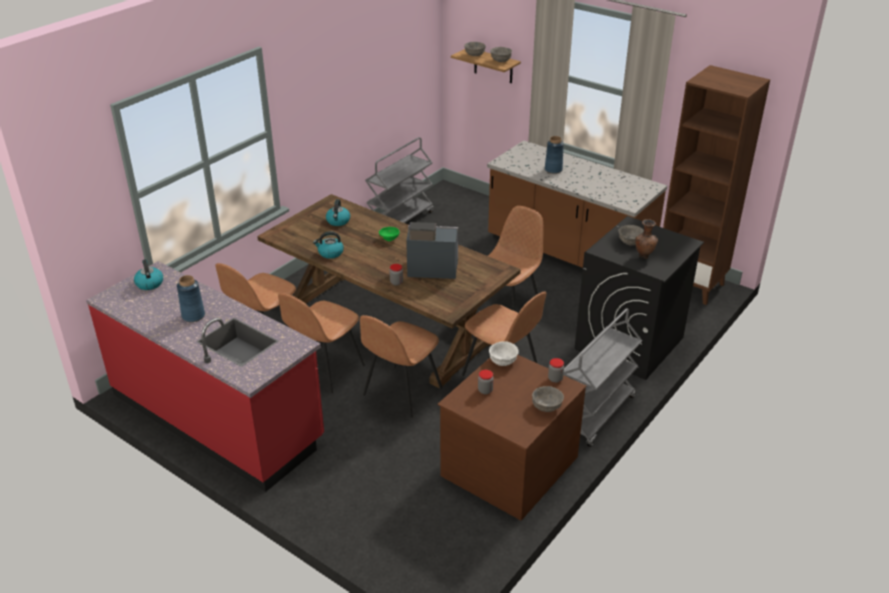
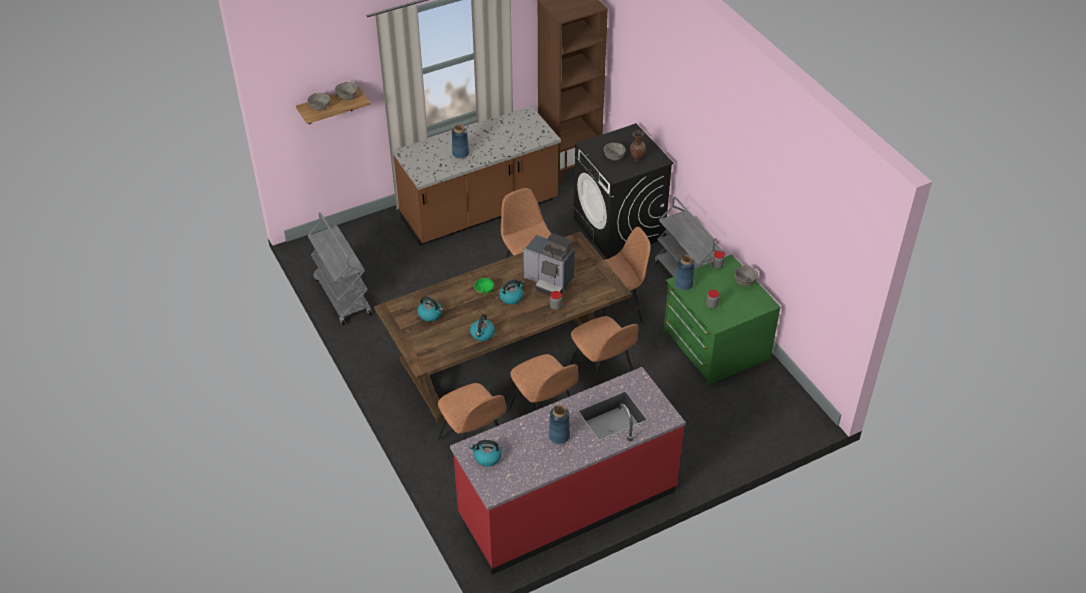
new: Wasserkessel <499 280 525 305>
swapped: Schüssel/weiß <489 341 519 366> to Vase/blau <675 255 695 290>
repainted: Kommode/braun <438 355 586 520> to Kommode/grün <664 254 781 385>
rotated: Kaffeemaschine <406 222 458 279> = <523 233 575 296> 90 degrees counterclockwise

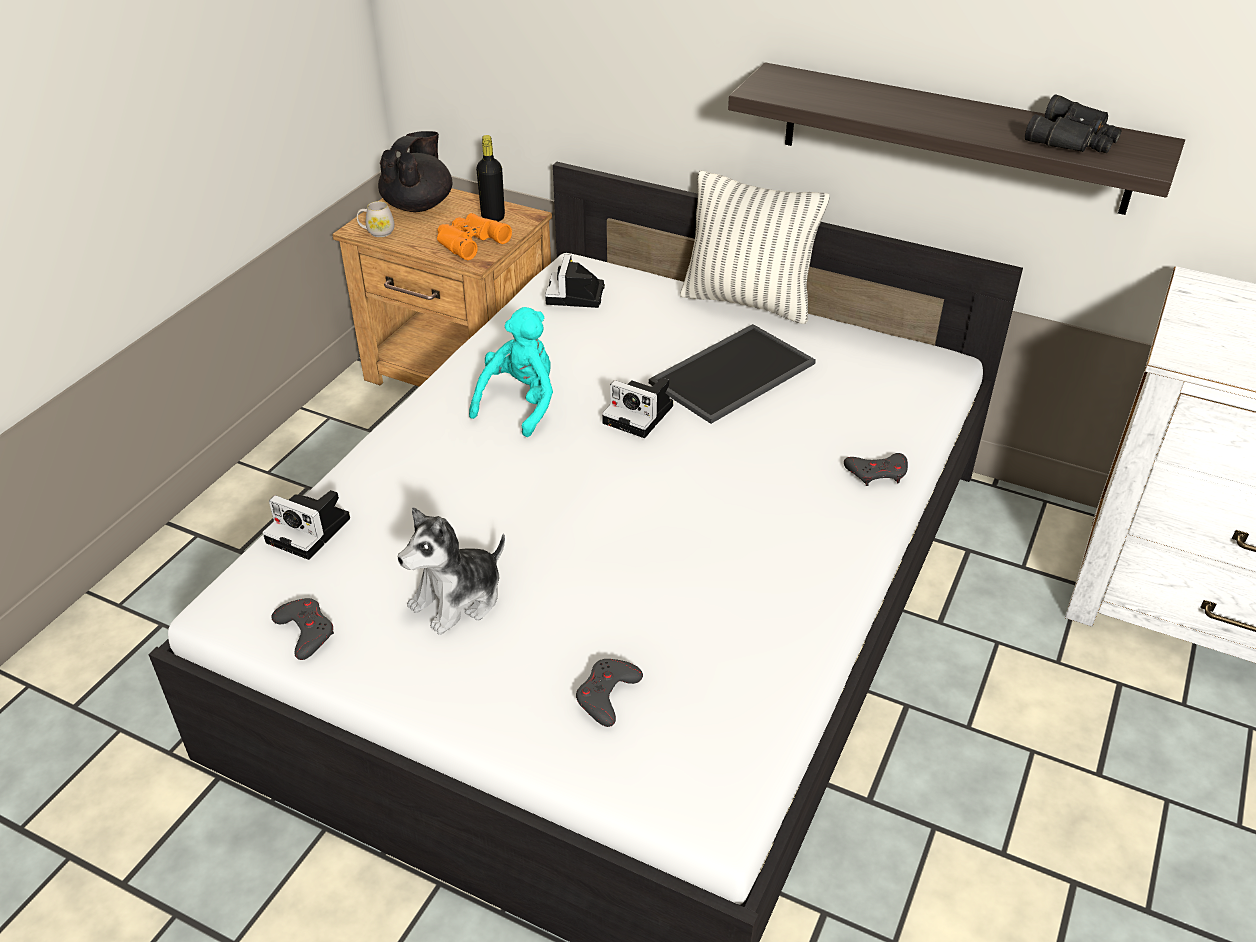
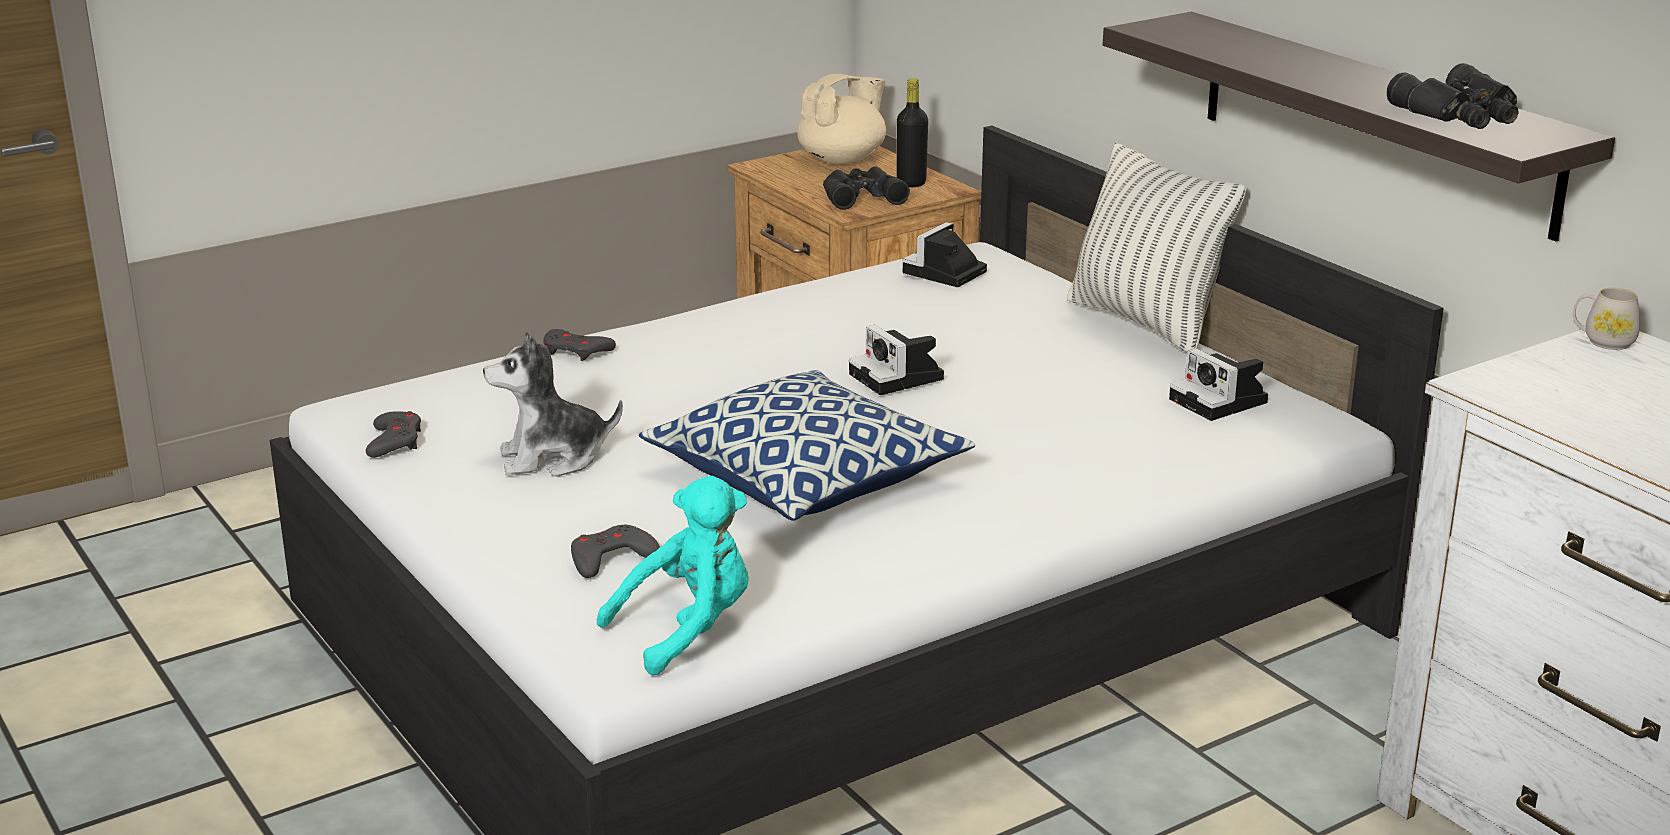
gone: Tablett <649 324 816 424>
new: Kissen <639 370 975 521>
shifted: Henkelbecher/weiß <357 201 395 237> to <1573 288 1640 350>; Plüschtier/türkis <469 307 553 437> to <597 476 749 676>; Gamepad/grau <844 453 908 486> to <543 329 616 361>; Kamera <263 490 350 560> to <1169 348 1268 421>
repainted: Teekanne/schwarz <378 131 452 212> to Teekanne/beige <797 74 886 164>; Fernglas/orange <437 213 512 260> to Fernglas/schwarz <823 166 910 210>

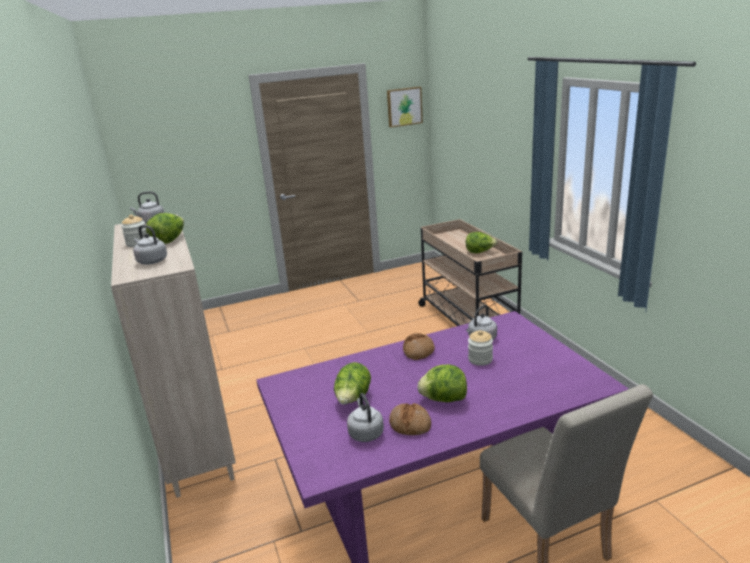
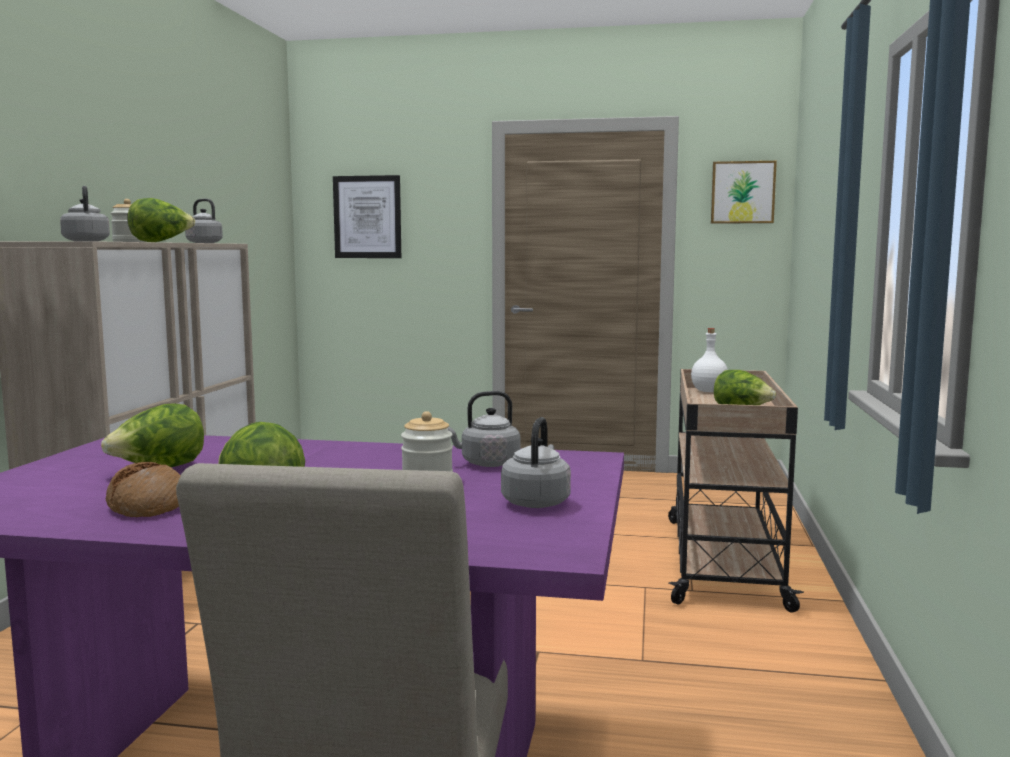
gone: Brot <403 333 435 360>
new: Bild <333 175 401 258>; Flasche/weiß <691 328 728 392>
shifted: Wasserkessel/grau <347 393 384 442> to <501 417 571 508>

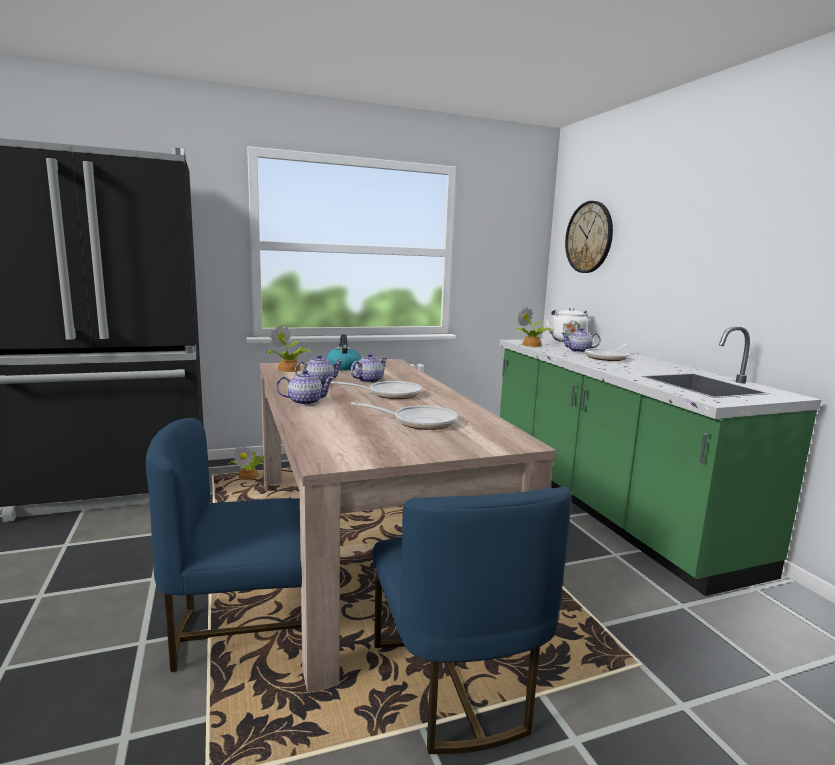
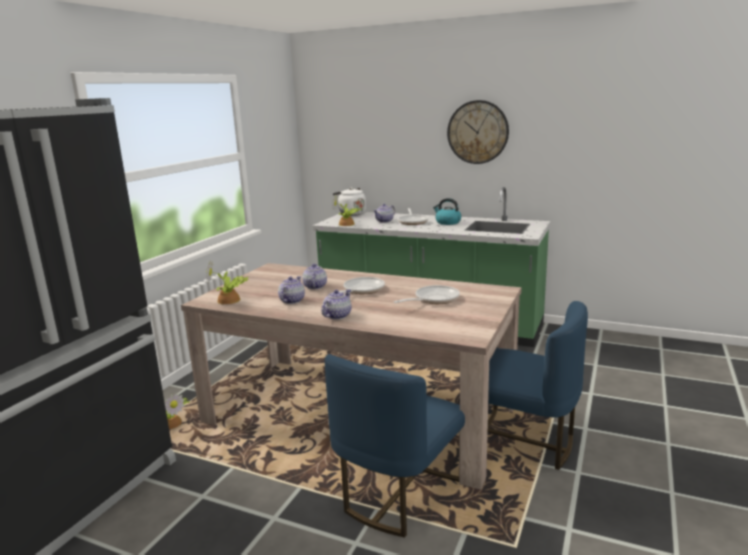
shifted: Wanduhr <565 201 613 273> to <447 100 509 164>; Wasserkessel <326 334 361 371> to <433 198 461 225>

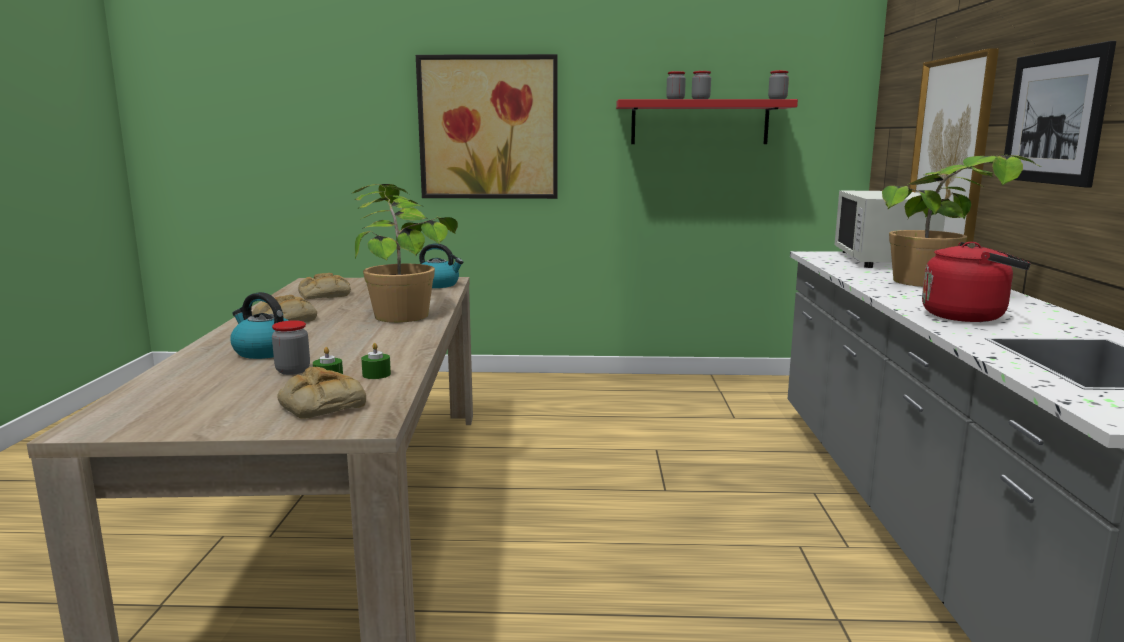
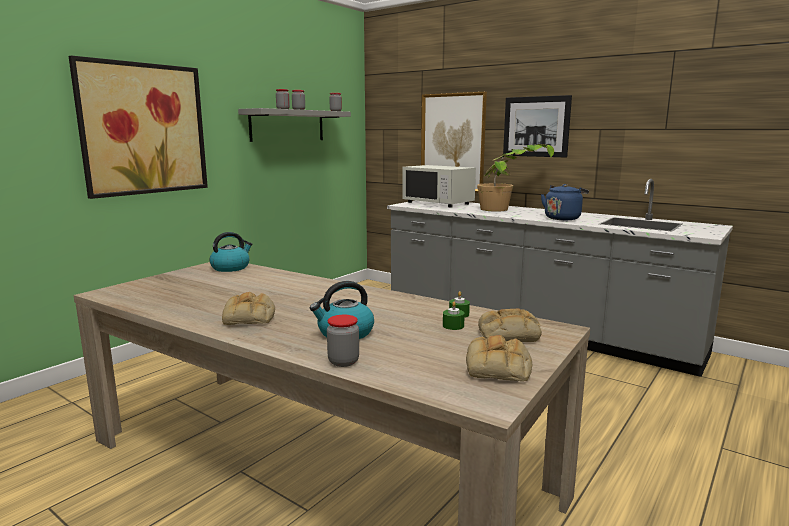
gone: Topfpflanze <351 184 458 323>
shifted: Brot <298 273 351 299> to <466 335 532 381>; Vorratsglas <272 320 310 375> to <327 315 359 367>
repainted: Wandregal/rot <616 99 798 144> to Wandregal/grau <238 108 351 142>; Wasserkessel/rot <922 242 1031 322> to Wasserkessel/blau <541 184 589 220>

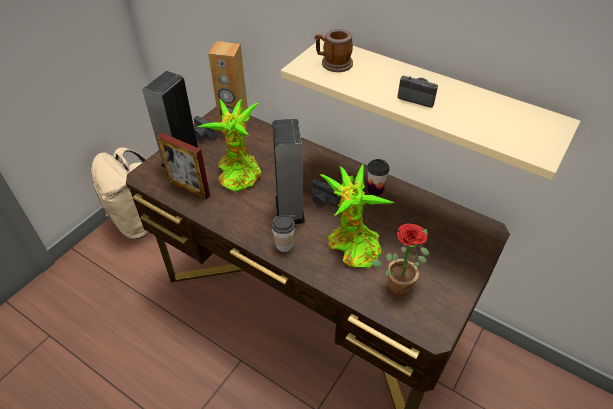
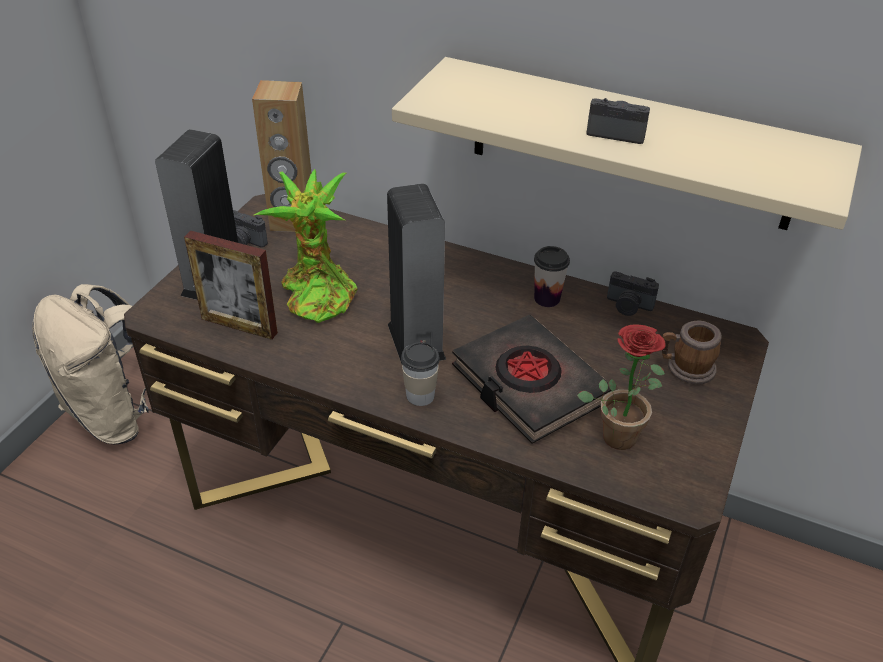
shifted: Henkelbecher <315 29 353 72> to <662 320 722 385>; Kamera <312 179 339 208> to <607 271 659 316>
swapped: Topfpflanze <319 164 395 268> to Buch/schwarz <452 315 612 444>

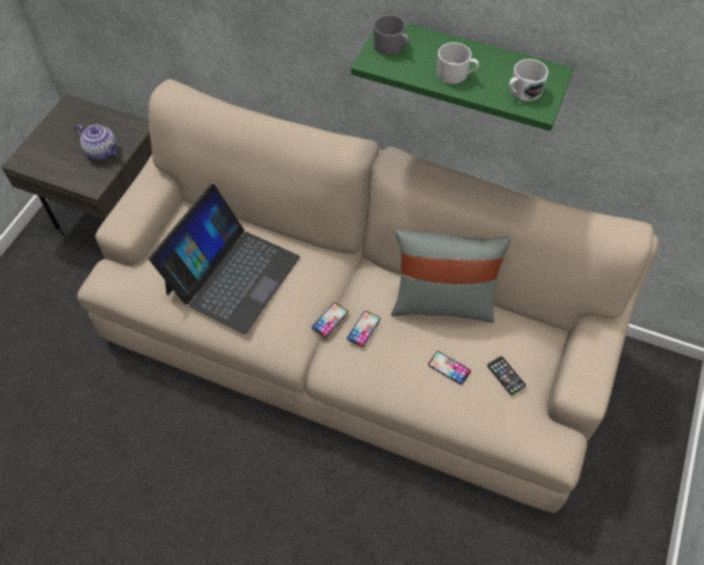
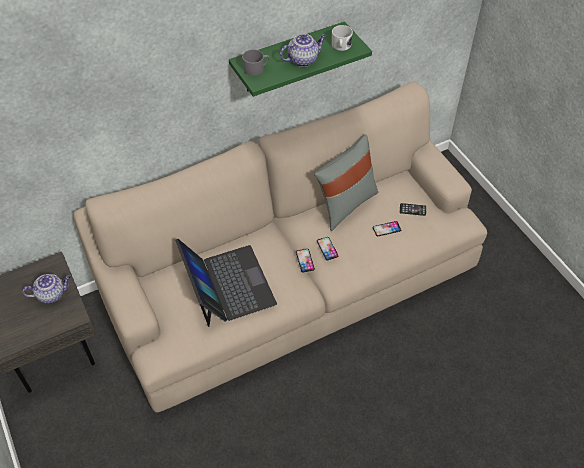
swapped: Henkelbecher/weiß <437 42 479 84> to Teekanne <280 34 327 67>

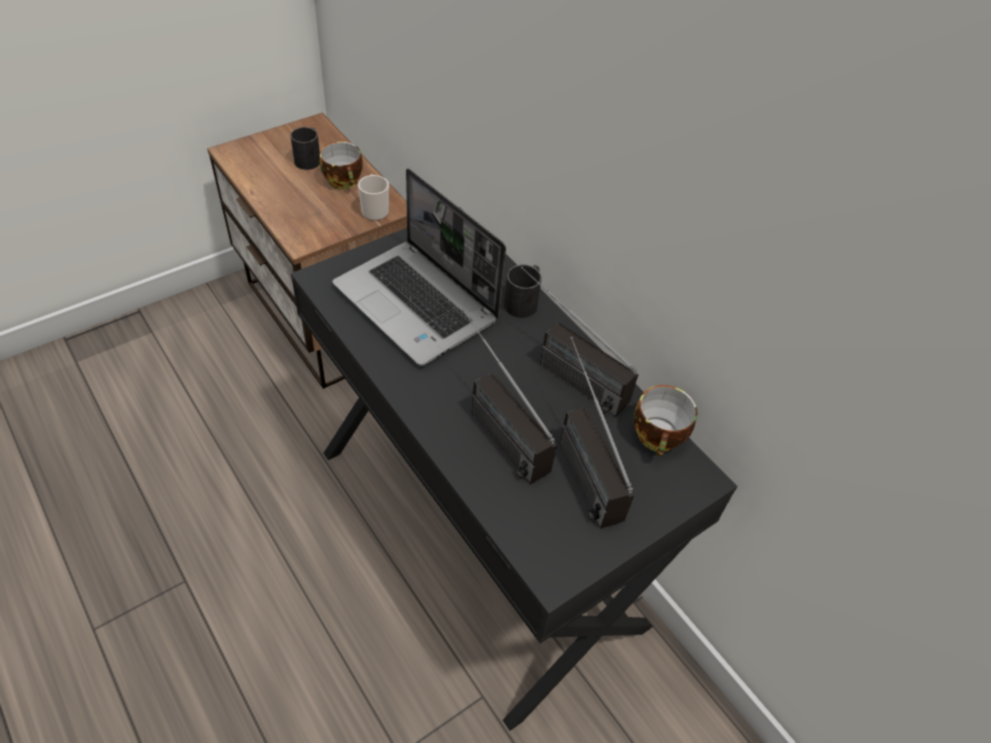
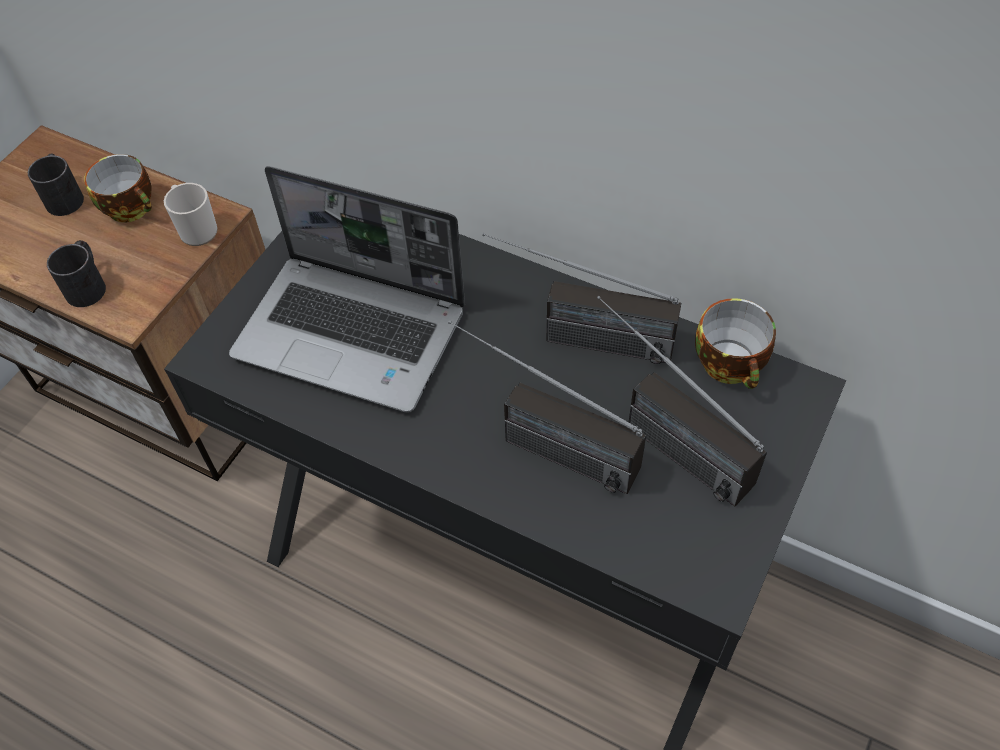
shifted: Henkelbecher/schwarz <504 265 542 318> to <47 240 106 307>

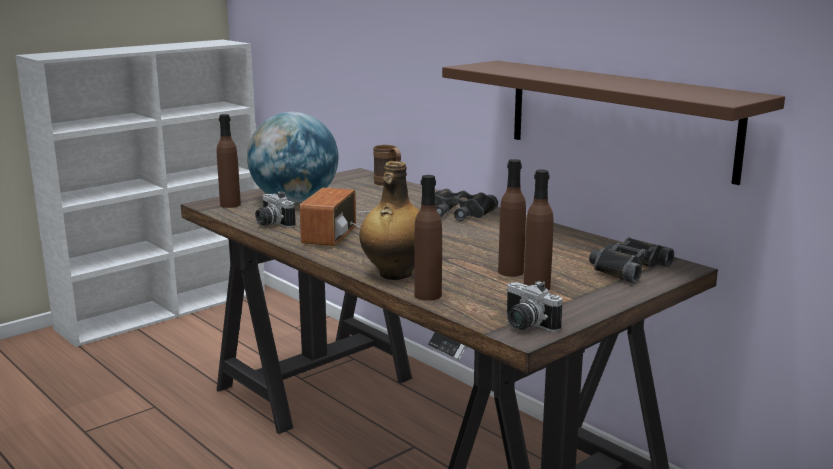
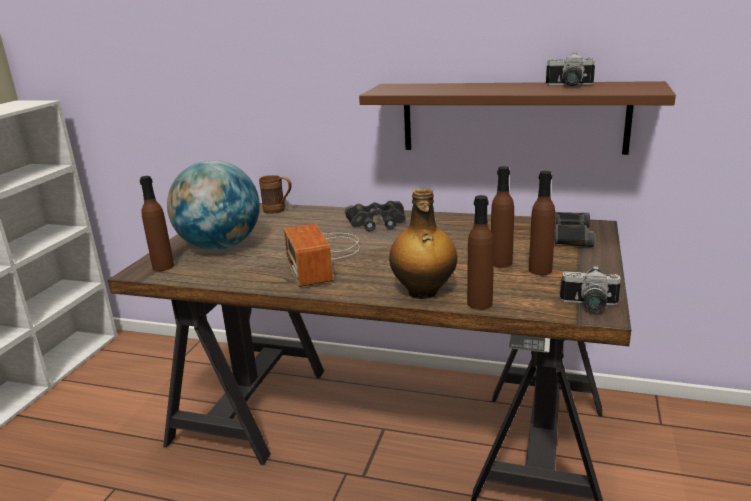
shifted: Kamera <255 191 296 228> to <546 52 595 86>

